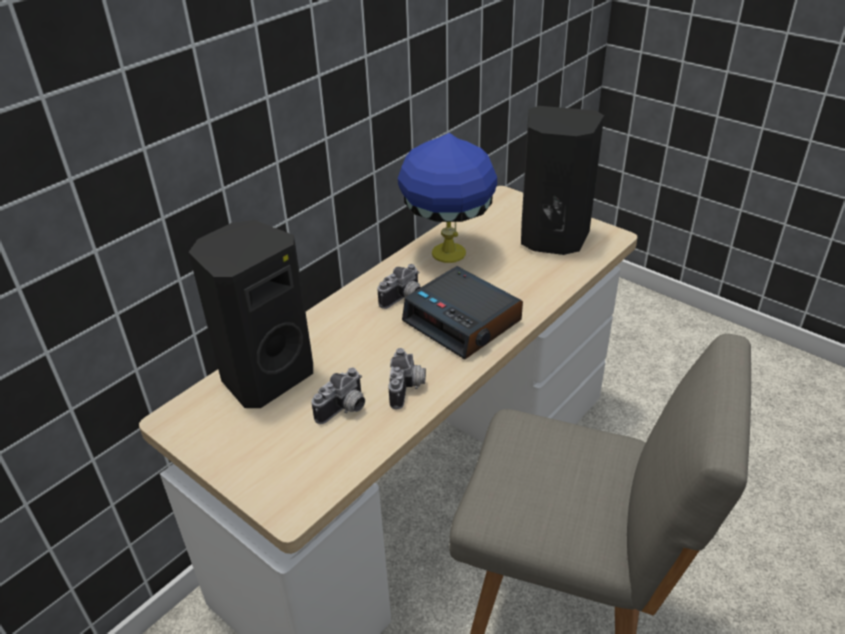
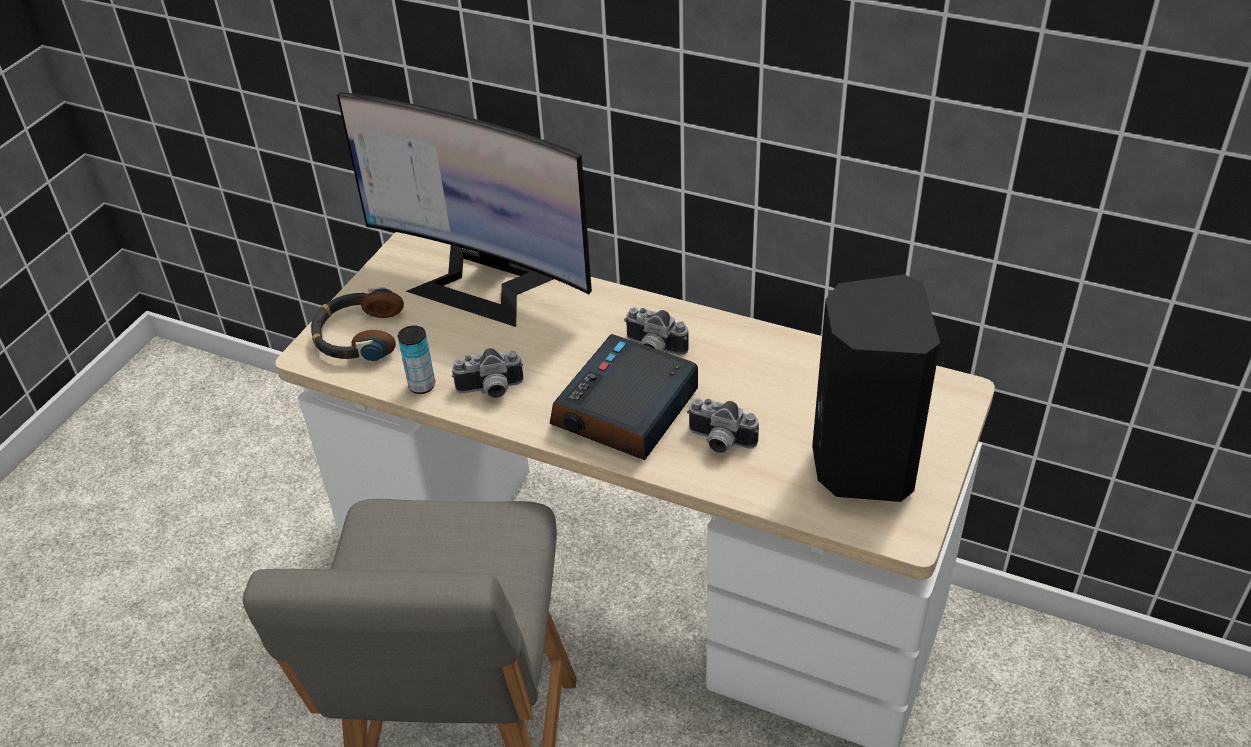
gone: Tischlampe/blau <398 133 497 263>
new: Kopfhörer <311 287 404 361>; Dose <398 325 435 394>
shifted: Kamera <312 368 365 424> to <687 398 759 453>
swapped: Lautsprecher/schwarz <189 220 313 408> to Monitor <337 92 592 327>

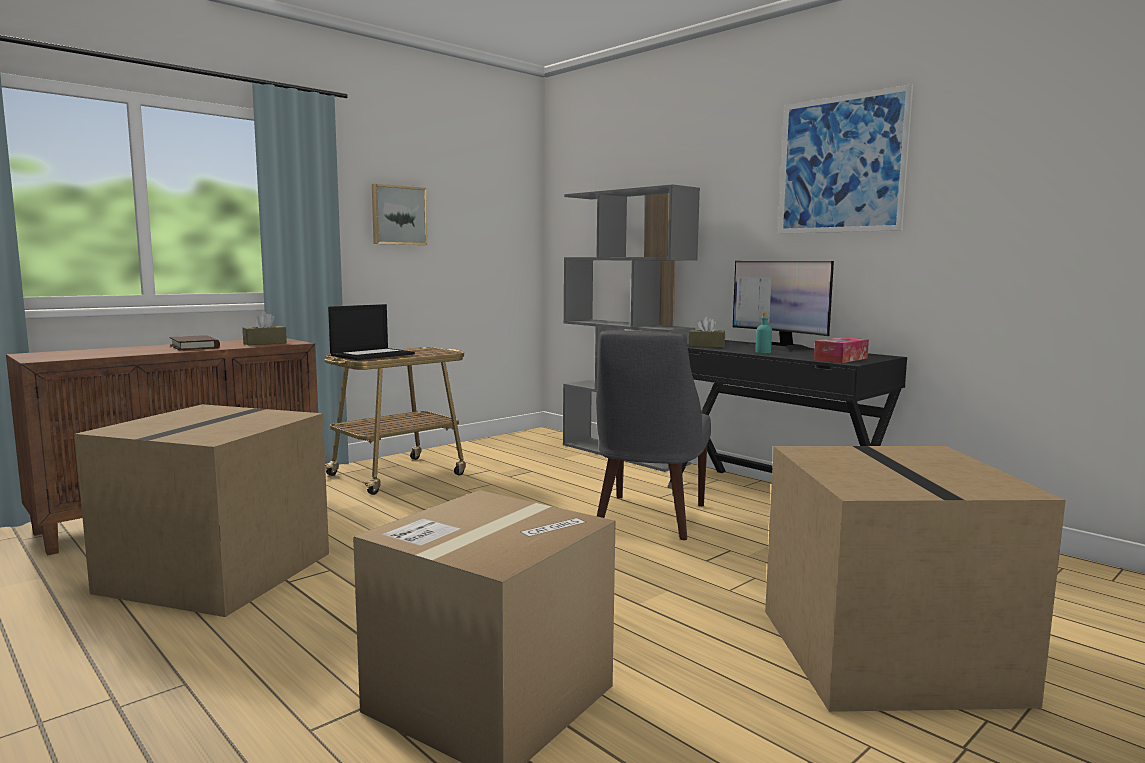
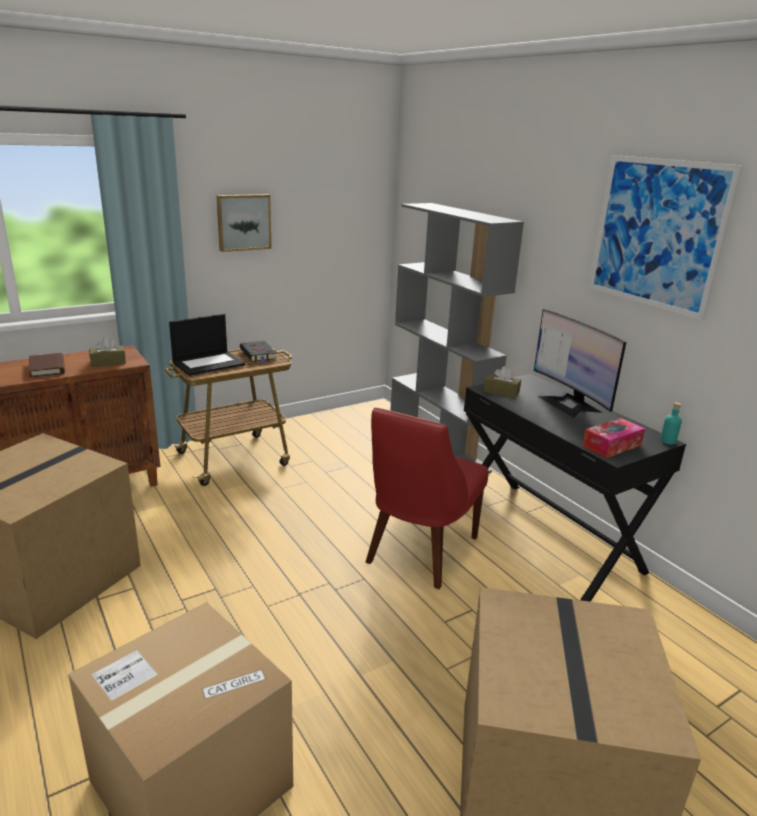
new: Buch/schwarz <240 341 277 364>
shifted: Flasche/türkis <755 312 772 353> to <660 402 682 445>
repainted: Stuhl/grau <596 330 711 540> to Stuhl/rot <366 408 488 589>

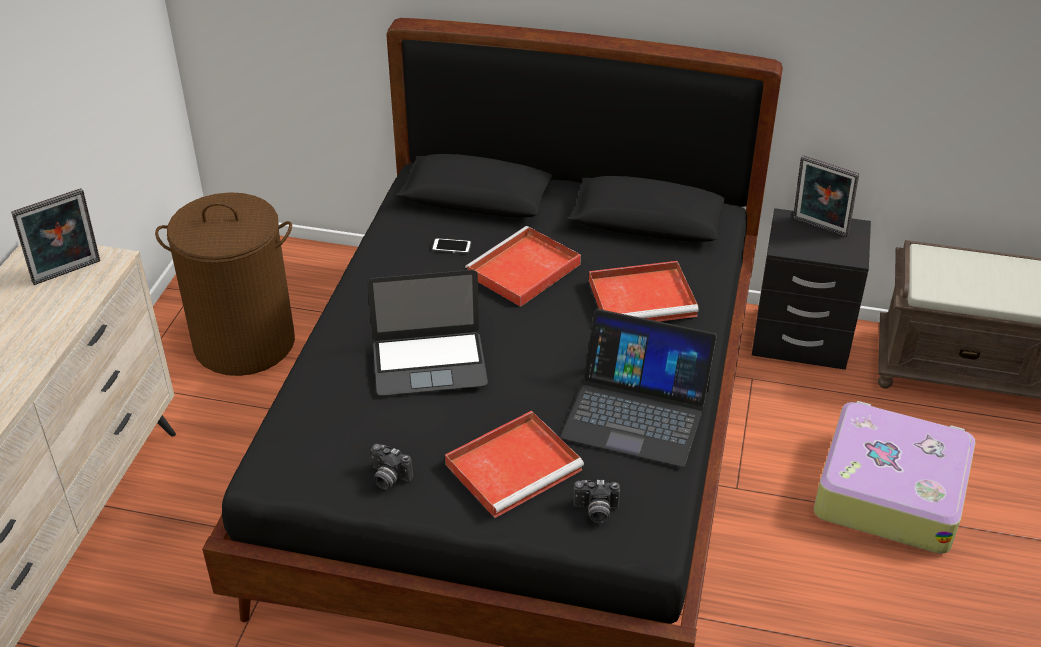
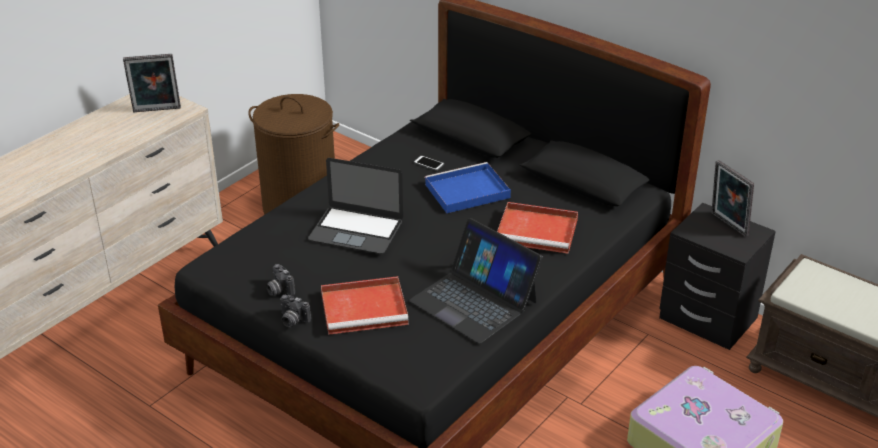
shifted: Kamera <573 480 620 523> to <280 295 311 327>
repainted: Tablett/rot <465 226 581 307> to Tablett/blau <425 162 511 213>

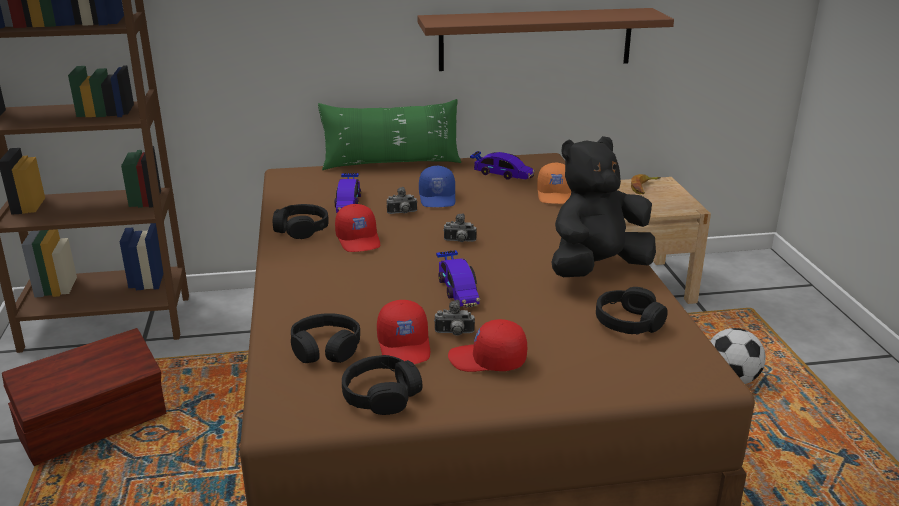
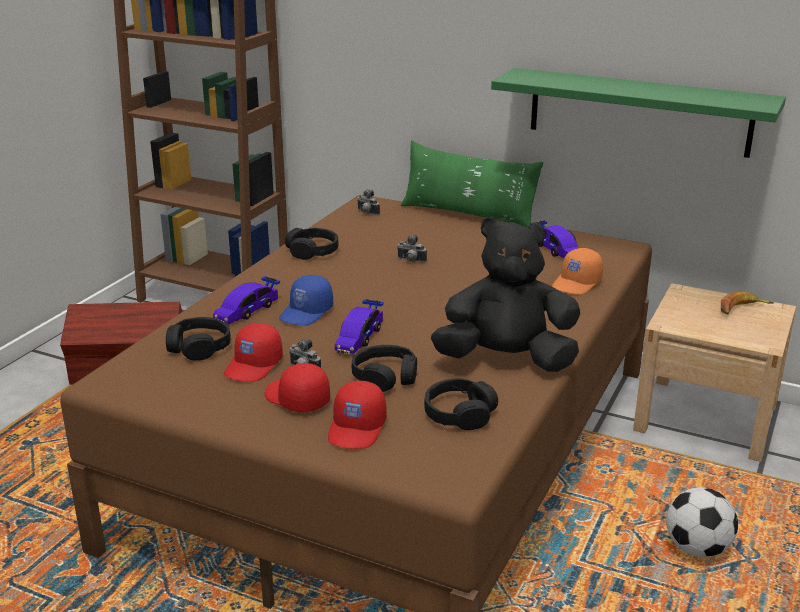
shifted: Kappe/blau <419 166 455 207> to <279 275 333 326>; Spielzeugauto <335 173 361 213> to <213 276 280 324>; Kappe/rot <335 204 380 252> to <328 381 387 449>; Kamera <443 213 477 242> to <357 189 380 215>; Kopfhörer/schwarz <342 355 422 415> to <352 345 417 392>
repainted: Wandregal/braun <418 8 674 71> to Wandregal/grün <491 68 786 158>

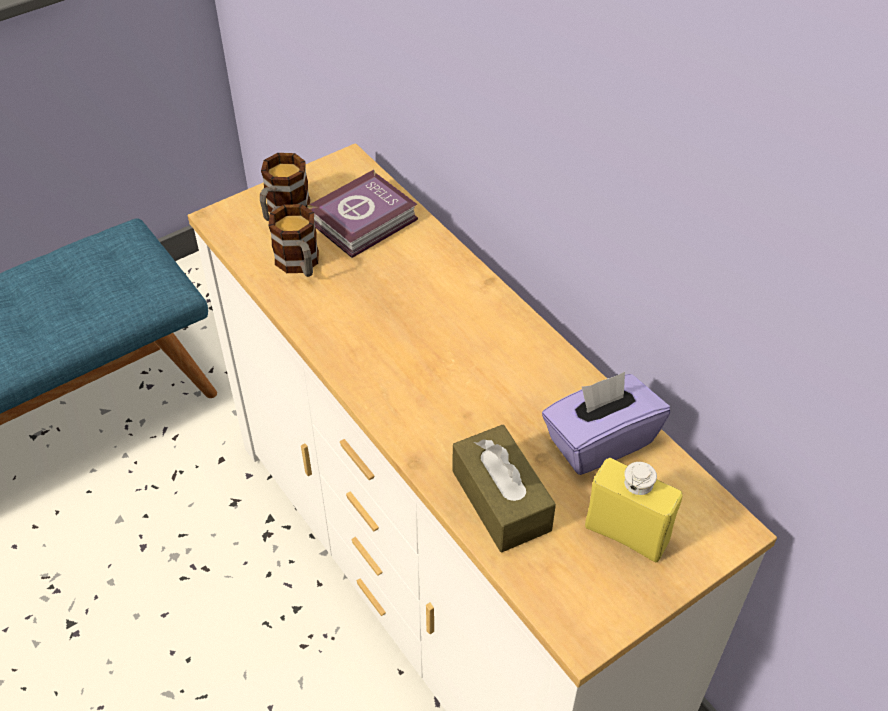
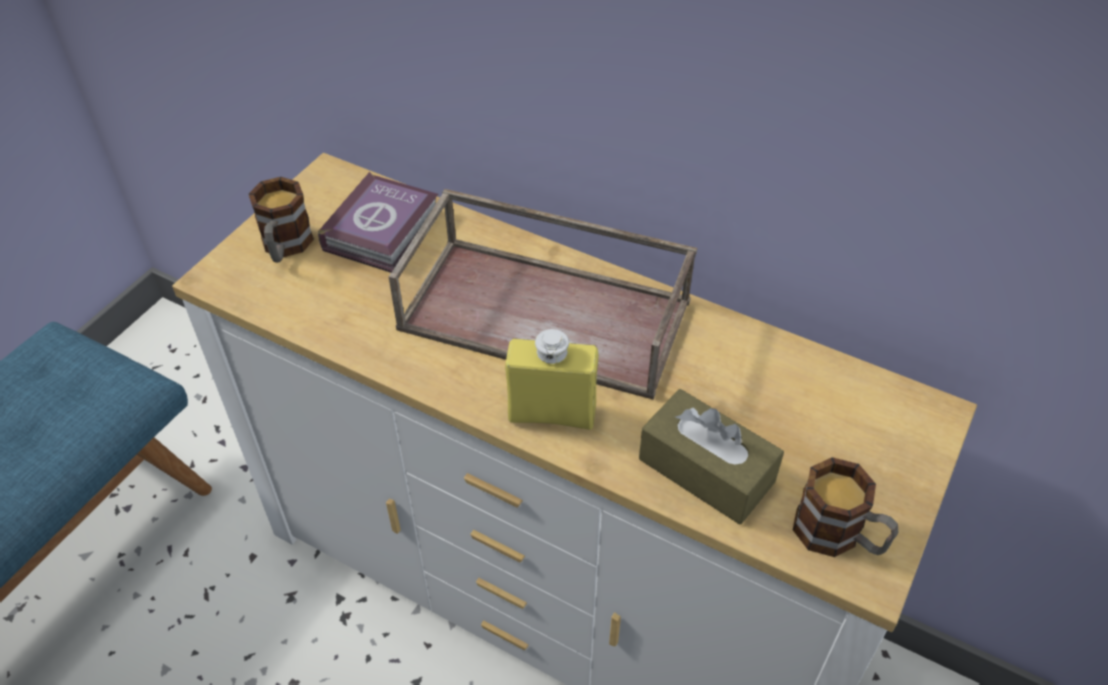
gone: Taschentuchbox/lila <542 372 670 475>
new: Tablett/braun <389 189 697 400>
shifted: Henkelbecher <268 204 319 277> to <793 457 898 557>; Flasche/gelb <585 458 683 562> to <505 329 599 430>

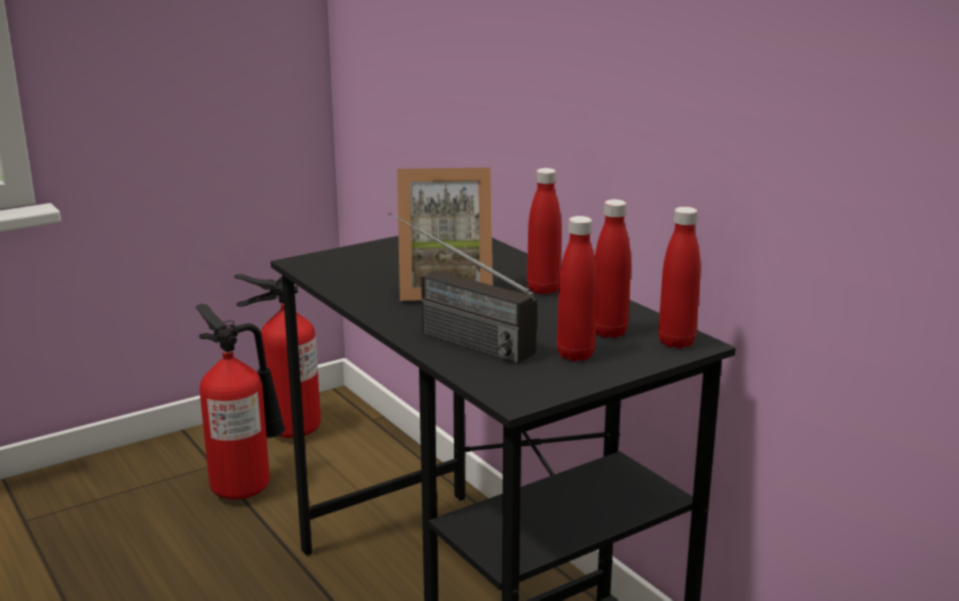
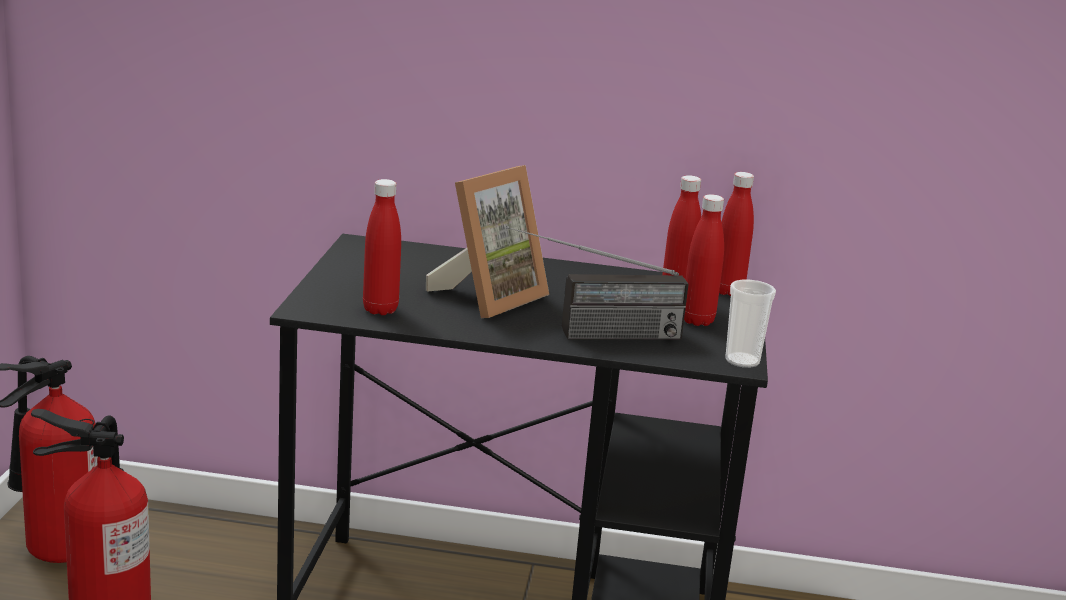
new: Tasse <725 279 776 368>
shifted: Flasche/rot <527 168 561 294> to <363 179 401 315>

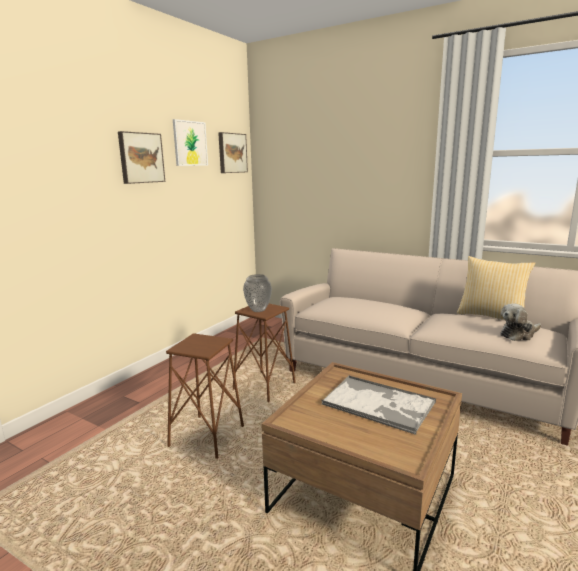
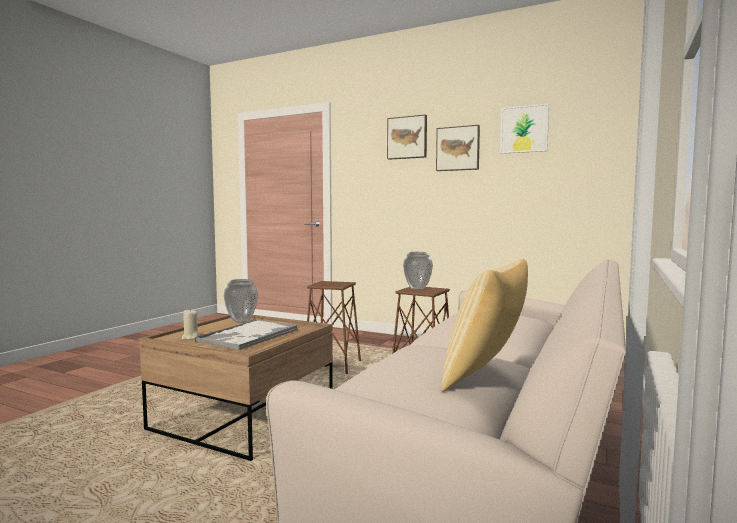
gone: Plüschtier <500 303 541 341>
new: Vase <224 279 258 323>; Kerze/beige <181 309 200 340>
shifted: Bild <218 132 248 173> to <387 115 427 160>

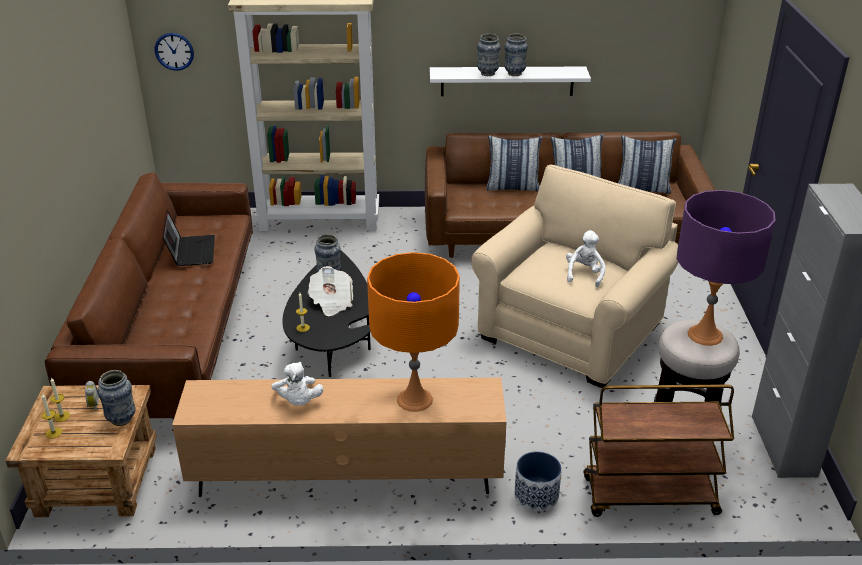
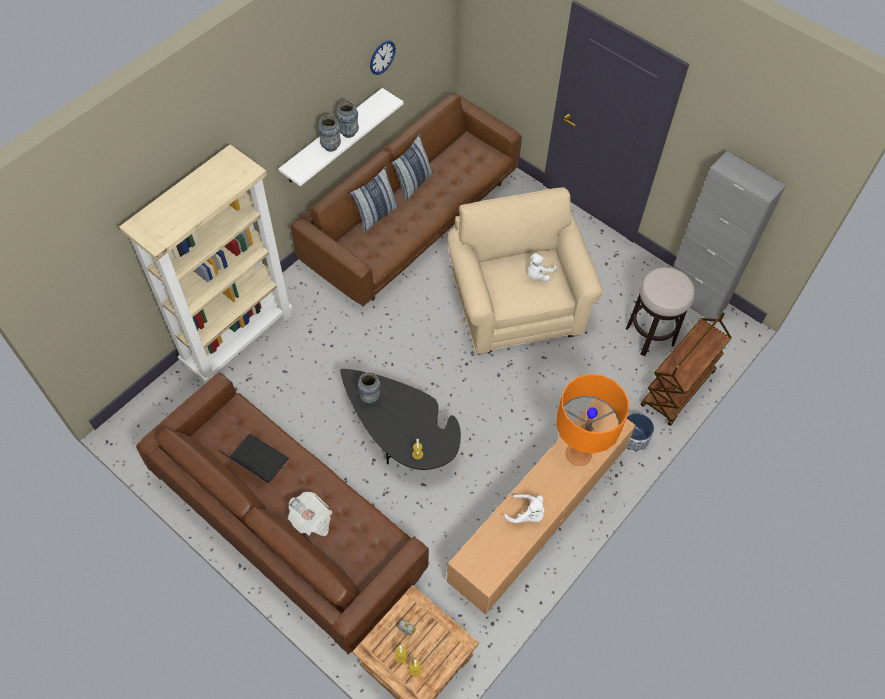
gone: Kissen <618 135 677 194>; Tischlampe/lila <676 190 775 346>; Vase <97 370 135 426>
shifted: Wanduhr <155 33 194 71> to <370 41 396 75>; Zeitung <308 266 353 316> to <288 492 332 536>
rotated: Plüschtier/weiß <566 230 606 287> = <527 253 557 282> 105 degrees counterclockwise

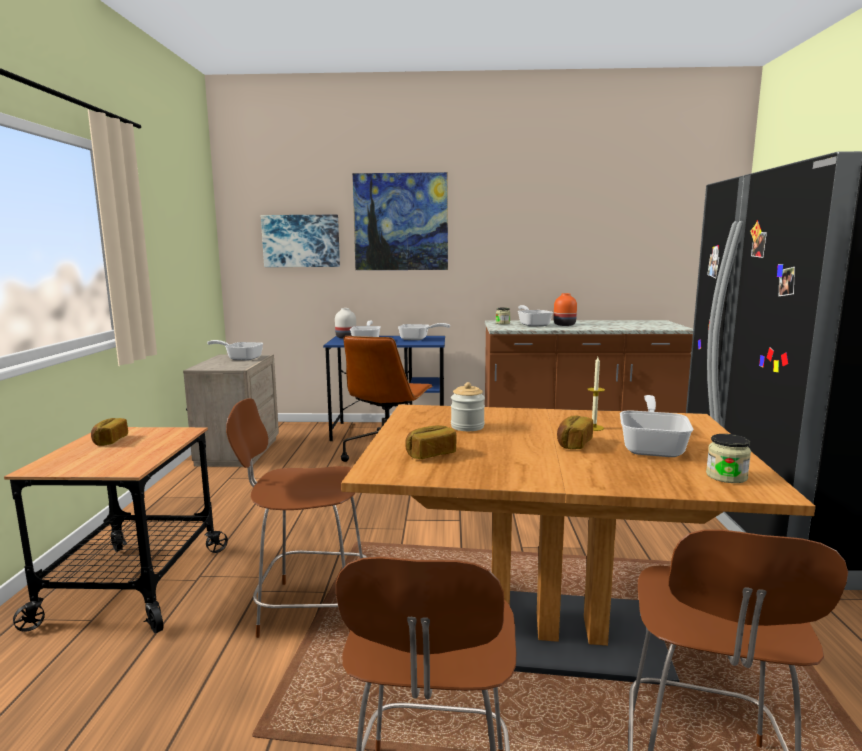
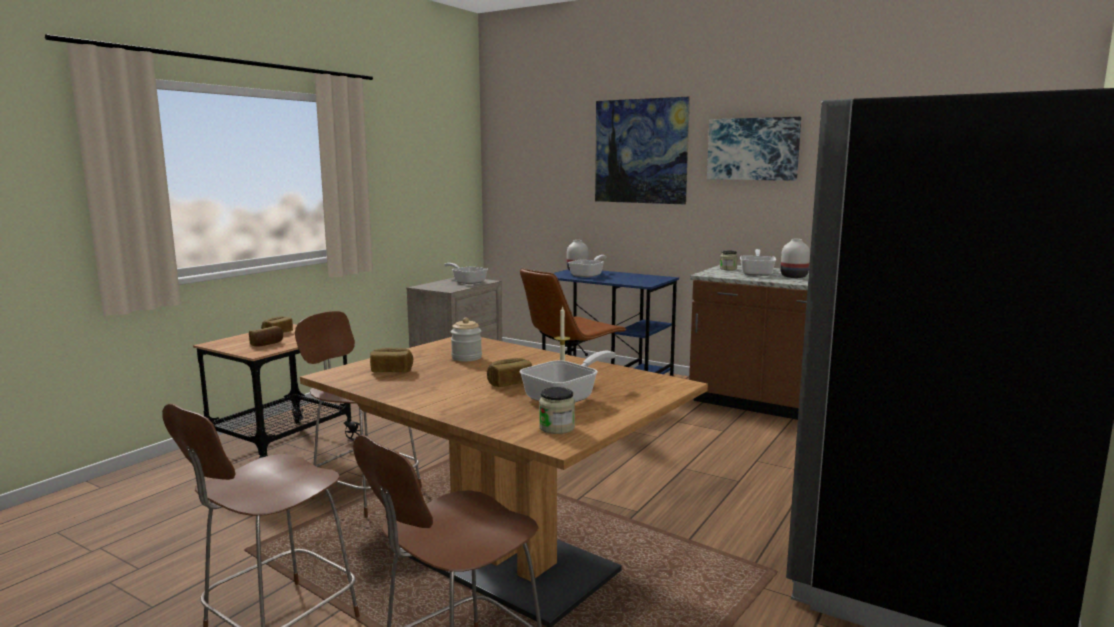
gone: Pfanne <398 323 450 340>
new: Brot <249 326 283 347>
shifted: Bild <261 215 340 267> to <707 117 801 181>
repainted: Vase/orange <554 293 577 326> to Vase/weiß <781 239 810 278>

